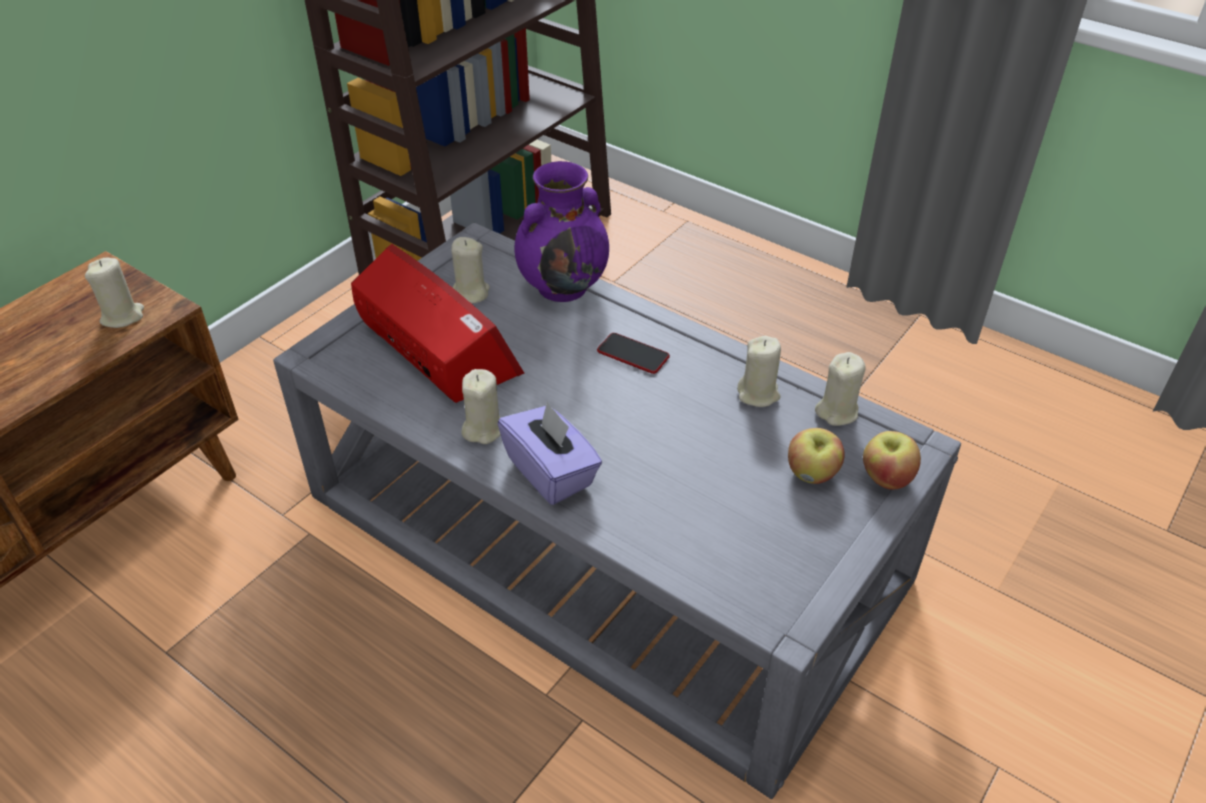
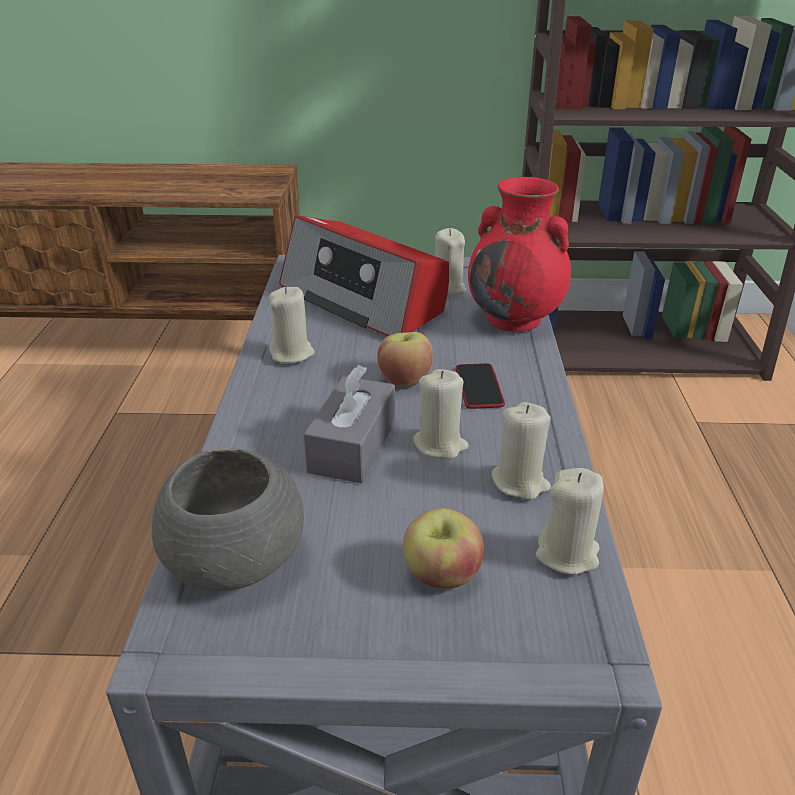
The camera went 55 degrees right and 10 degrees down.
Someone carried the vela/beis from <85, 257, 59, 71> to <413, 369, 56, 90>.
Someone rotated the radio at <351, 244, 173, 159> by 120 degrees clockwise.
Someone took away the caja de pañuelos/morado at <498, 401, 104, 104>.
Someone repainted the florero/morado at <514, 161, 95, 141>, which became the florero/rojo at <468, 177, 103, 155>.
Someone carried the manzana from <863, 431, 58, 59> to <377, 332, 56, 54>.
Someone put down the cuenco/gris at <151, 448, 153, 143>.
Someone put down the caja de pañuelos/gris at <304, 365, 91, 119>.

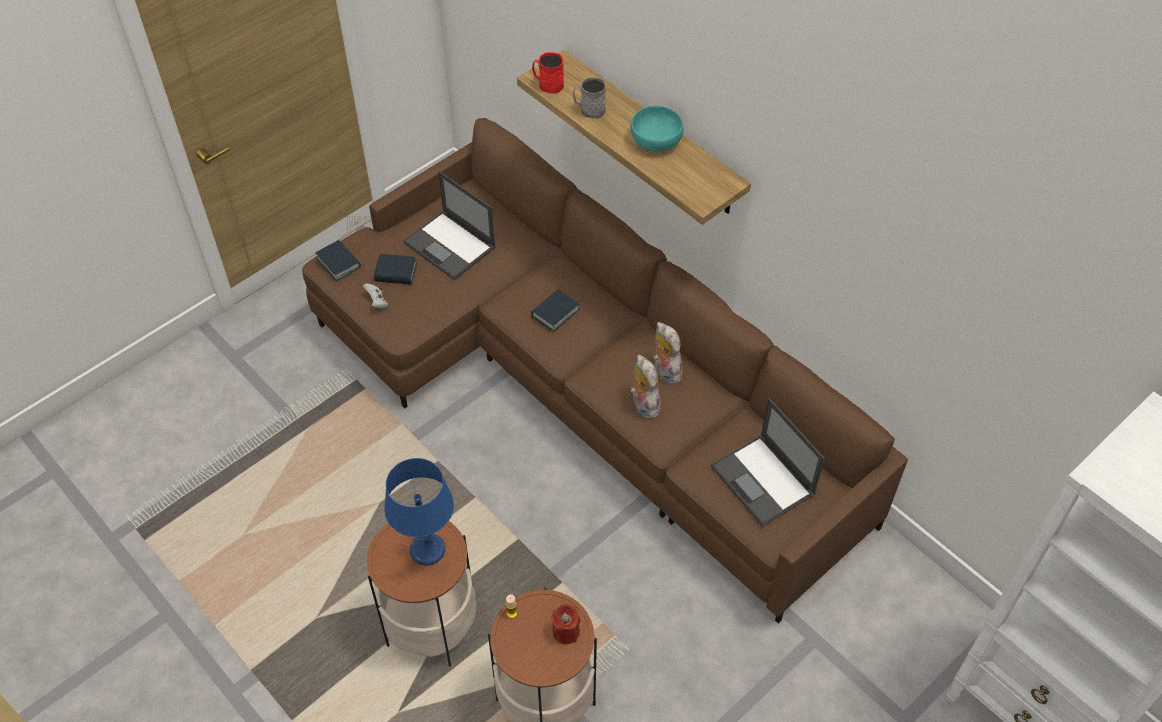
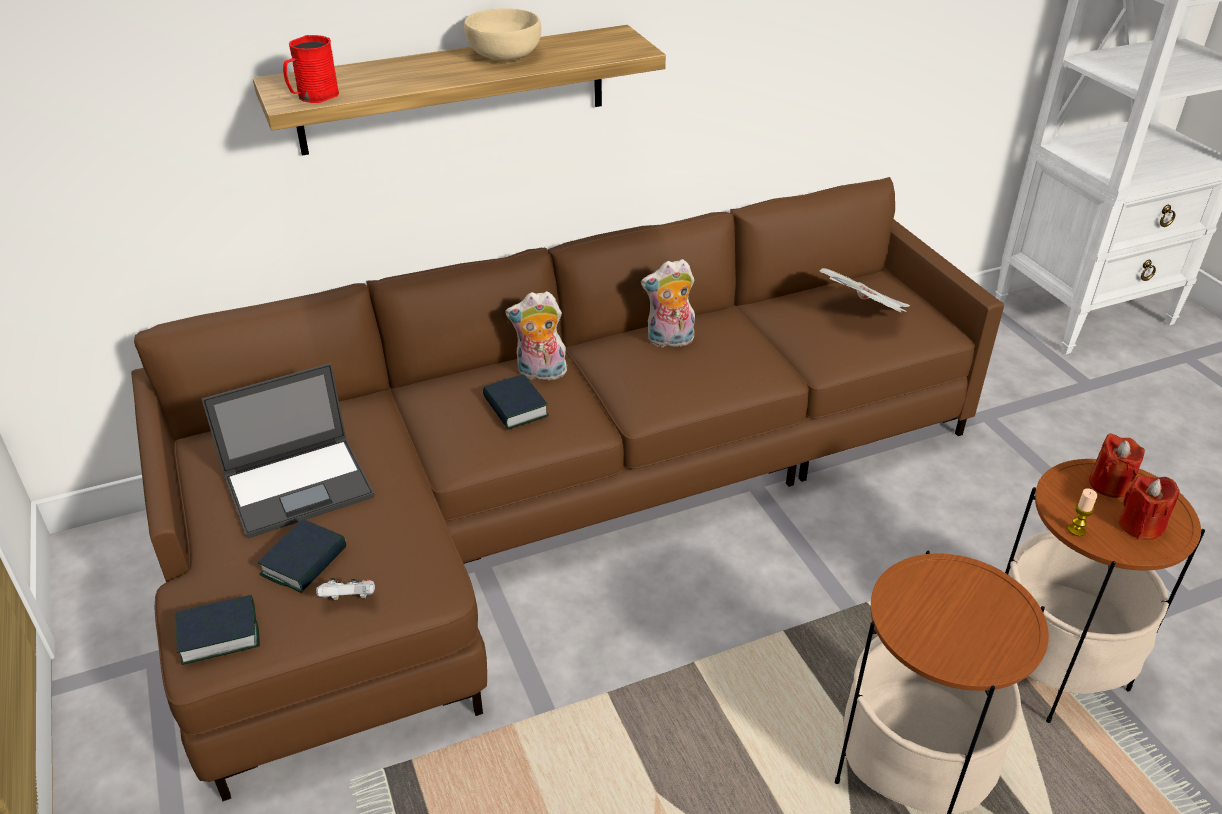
The camera went 70 degrees left and 15 degrees down.
Someone took away the lámpara de mesa/azul at <384, 458, 70, 108>.
Someone took away the taza grande/gris at <573, 77, 33, 42>.
Someone carried the peluche from <630, 355, 31, 63> to <505, 291, 63, 90>.
Someone repainted the cuenco/turquesa at <631, 106, 53, 46>, which became the cuenco/beis at <464, 8, 77, 52>.
Someone swapped the portátil at <711, 398, 114, 129> for the periódico at <820, 268, 90, 44>.
Someone put down the vela/rojo at <1119, 475, 61, 65>.

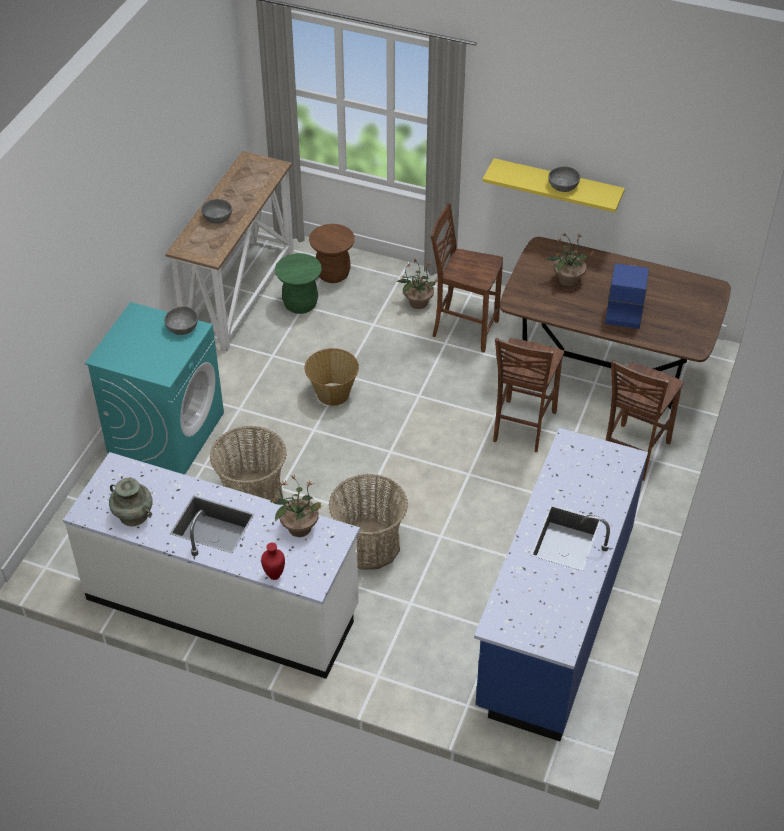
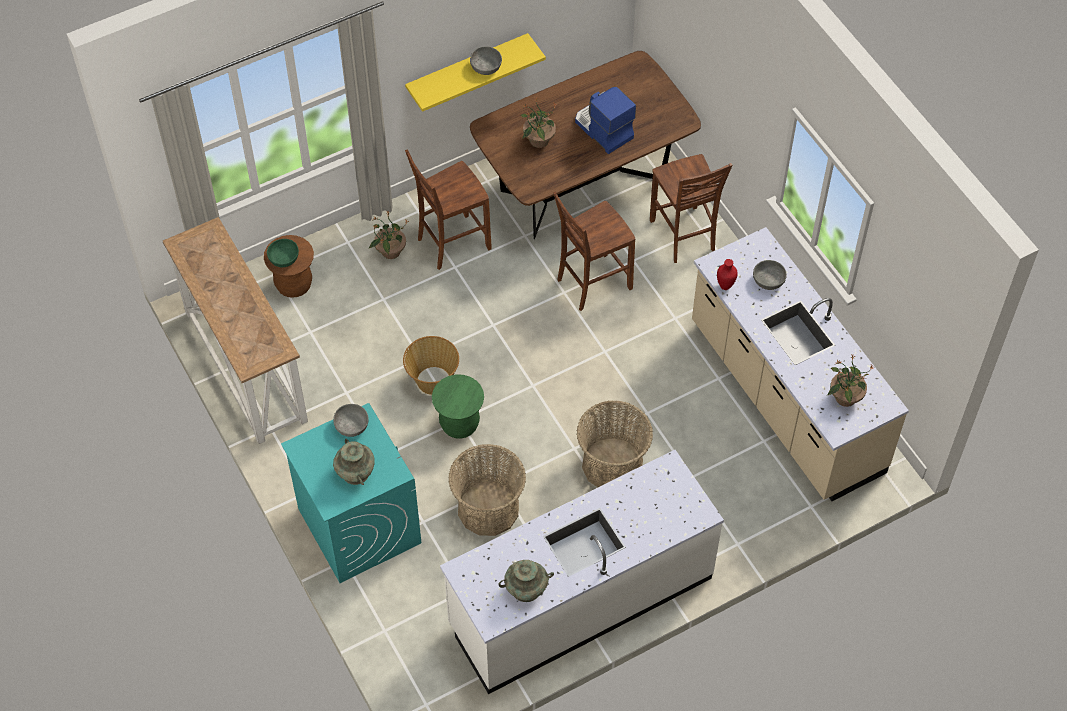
The camera went 50 degrees left and 10 degrees up.
Someone carried the cuenco/gris from <201, 199, 31, 25> to <753, 260, 34, 30>.
Someone carried the florero/rojo from <261, 543, 24, 37> to <717, 259, 21, 31>.
Someone carried the planta en maceta from <270, 475, 52, 62> to <827, 355, 46, 52>.
Someone carried the taburete/verde from <275, 253, 47, 61> to <432, 375, 52, 64>.
Someone repainted the mueble bajo de cocina/azul at <474, 428, 174, 313>, which became the mueble bajo de cocina/beis at <692, 227, 217, 274>.
Someone rotated the silla/marrón at <493, 338, 71, 114> by 90 degrees clockwise.
Someone put down the cuenco/verde at <267, 239, 32, 28>.
Someone put down the florero/turquesa at <333, 439, 42, 46>.

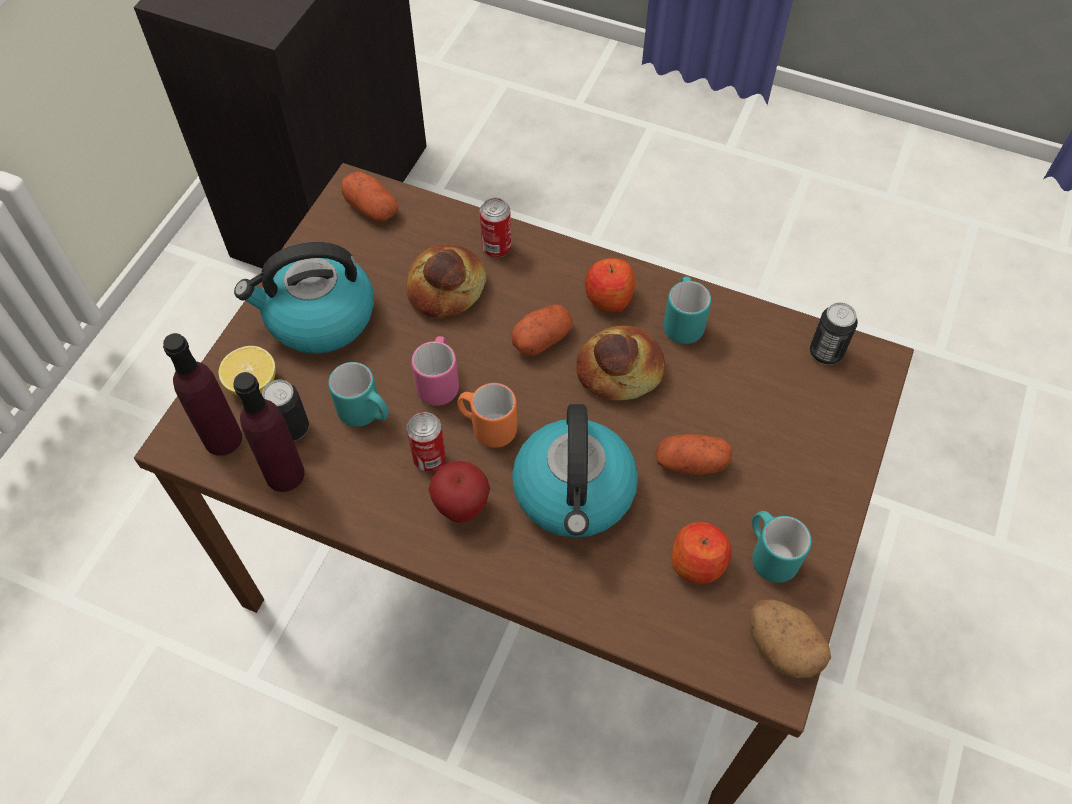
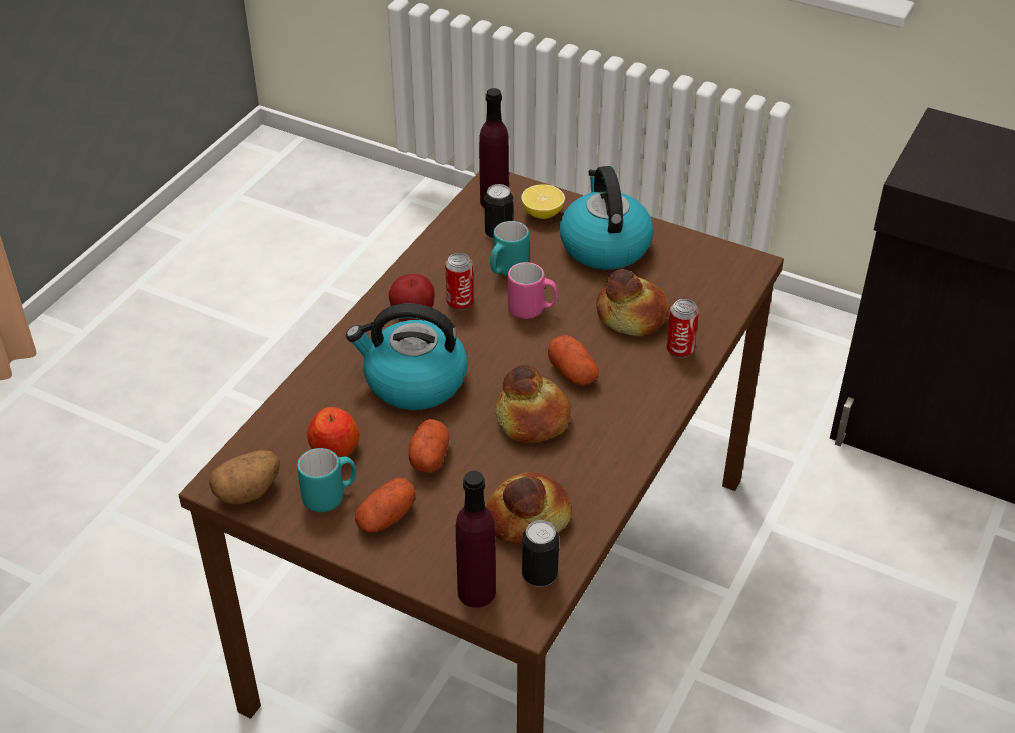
The camera went 95 degrees right and 15 degrees down.
Someone carried the botella/morado from <233, 372, 72, 120> to <456, 471, 40, 137>.
Someone carried the patata from <341, 171, 57, 50> to <355, 478, 61, 55>.
Someone took away the taza grande/naranja at <457, 383, 60, 65>.
Someone took away the manzana at <585, 258, 51, 54>.
Someone took away the taza grande/turquesa at <663, 277, 48, 67>.
Someone put down the pan at <486, 472, 86, 73>.

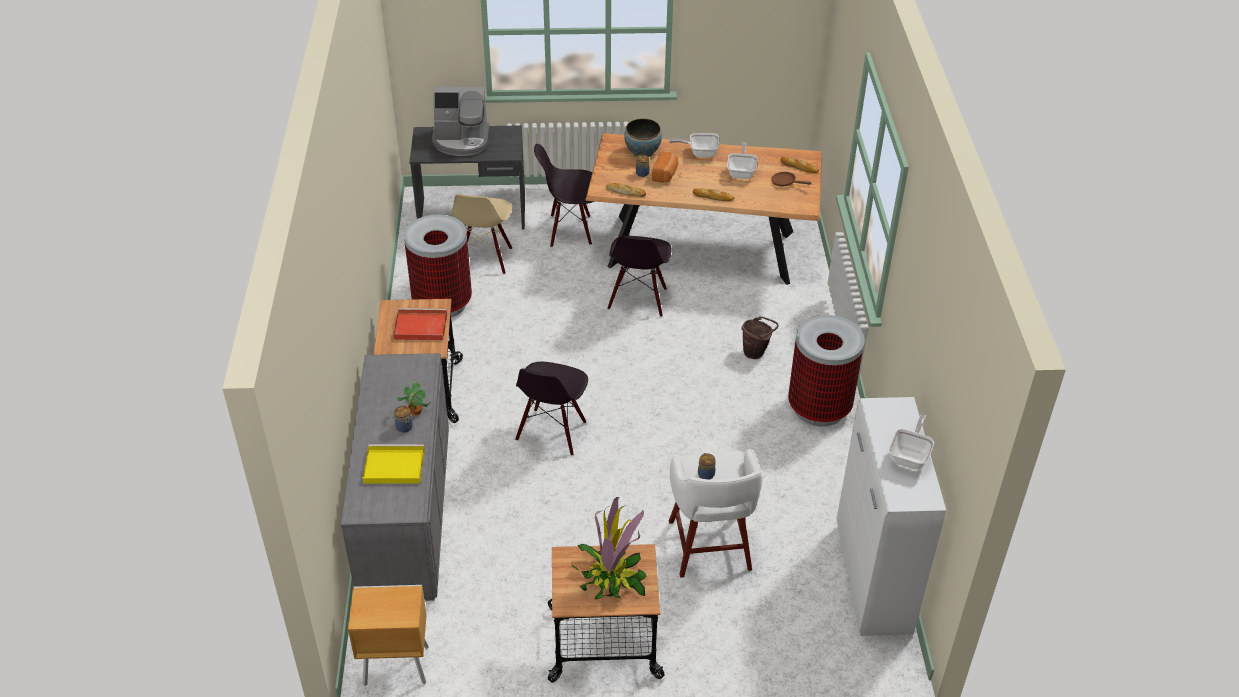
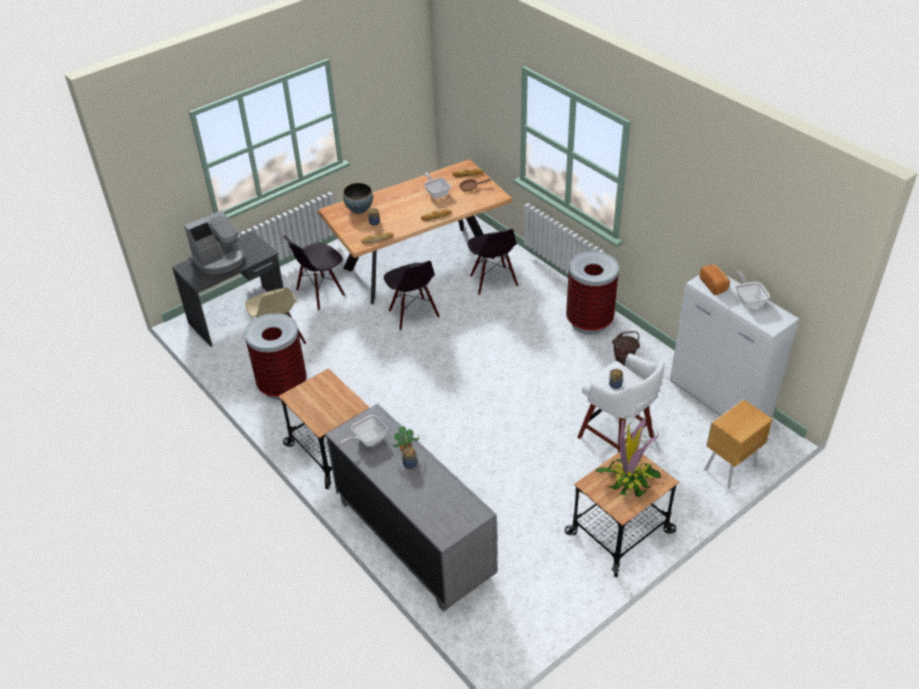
The camera went 35 degrees left and 0 degrees up.
Someone carried the mesita de noche/marrón from <348, 585, 81, 101> to <704, 399, 69, 89>.
Someone took away the bandeja/amarillo at <362, 444, 63, 40>.
Someone took away the bandeja/rojo at <393, 308, 54, 32>.
Someone carried the silla/negro from <515, 362, 73, 94> to <468, 229, 50, 66>.
Someone carried the pan from <652, 151, 26, 31> to <700, 265, 30, 30>.
Someone carried the sartén from <669, 133, 50, 24> to <337, 415, 51, 32>.
Someone carried the cubo/marrón from <742, 316, 37, 43> to <612, 331, 28, 35>.

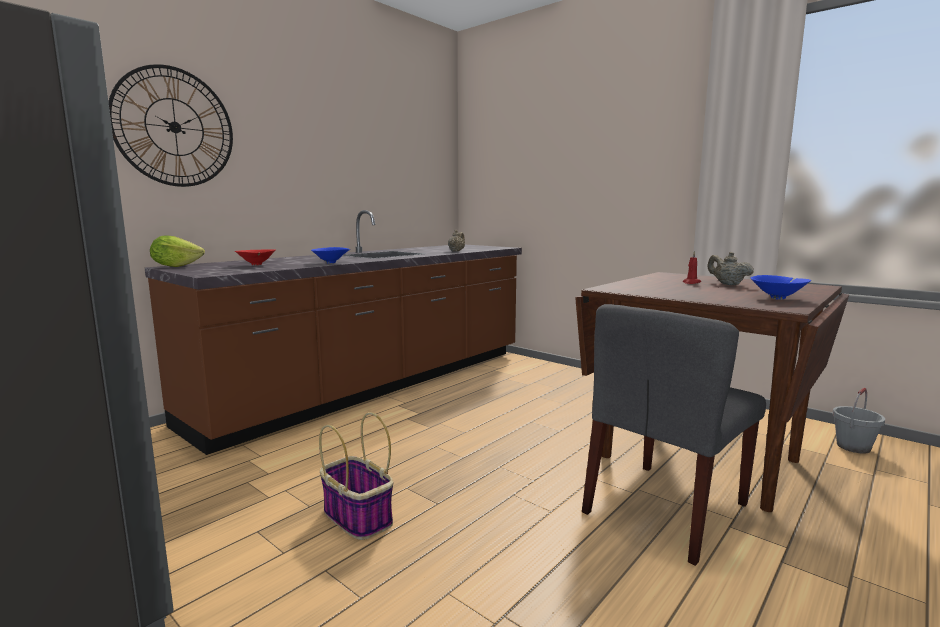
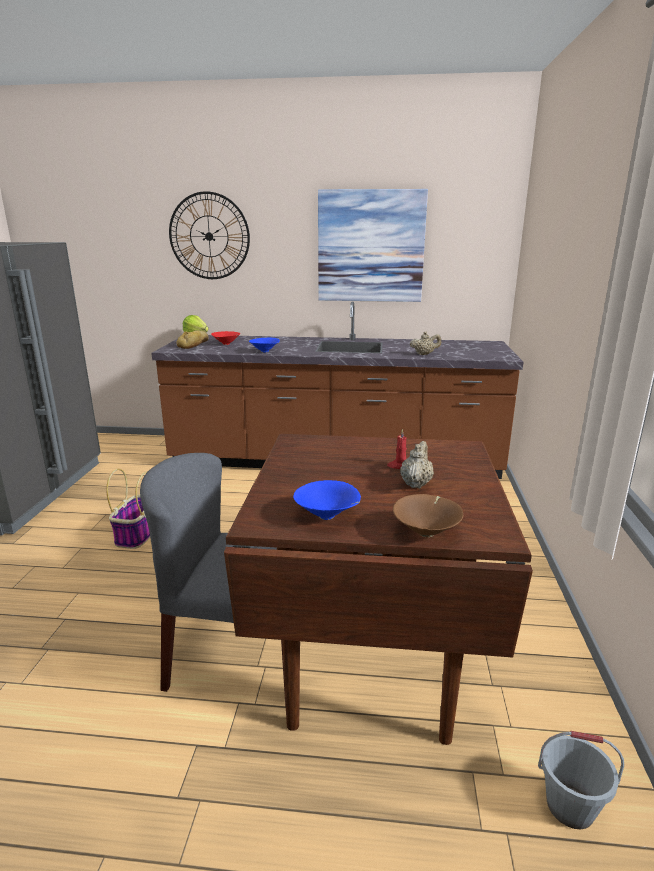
The camera went 55 degrees right and 10 degrees up.
Someone put down the pan at <176, 330, 33, 19>.
Someone put up the cuadro at <318, 189, 110, 113>.
Someone put down the cuenco/marrón at <393, 494, 71, 44>.

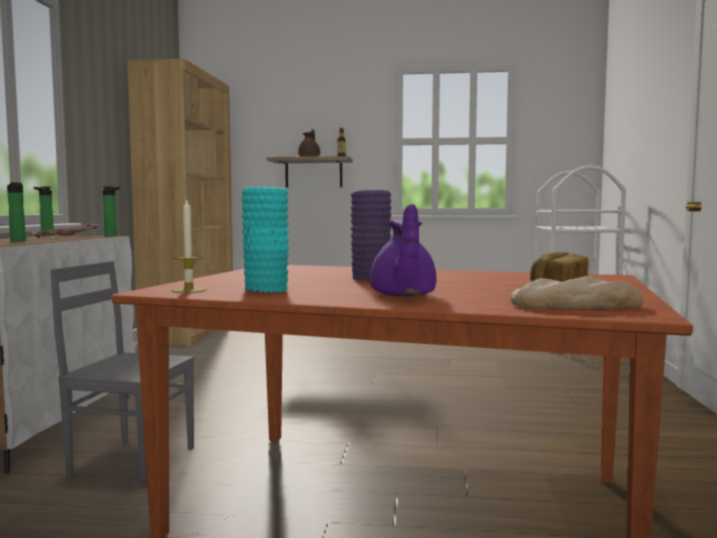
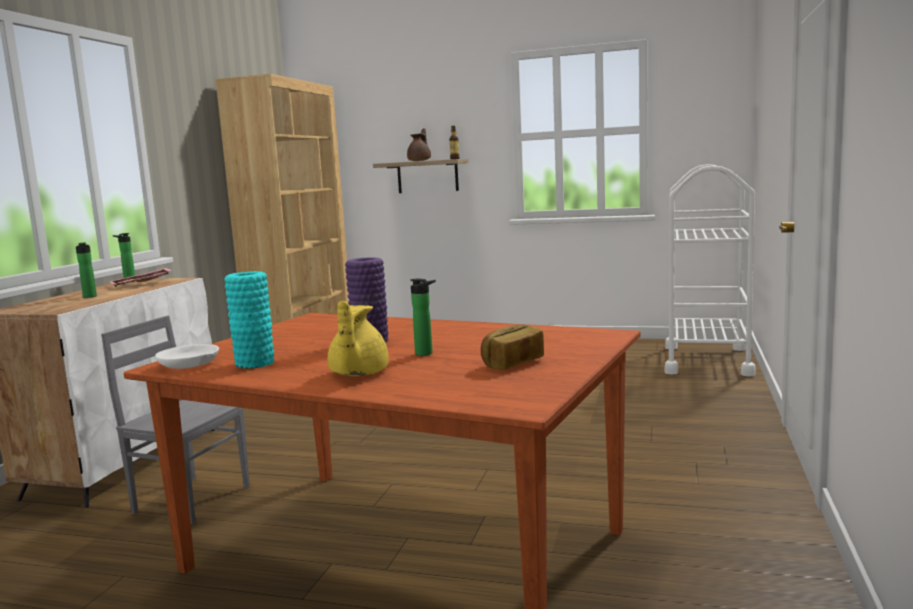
The camera went 10 degrees right and 5 degrees up.
Someone carried the botella from <103, 186, 17, 50> to <410, 279, 26, 77>.
Someone swapped the vela at <171, 198, 36, 95> for the cuenco/blanco at <155, 344, 64, 25>.
Someone repainted the tetera/morado at <370, 204, 67, 92>, which became the tetera/amarillo at <328, 301, 61, 75>.
Someone took away the pan at <510, 276, 133, 33>.

